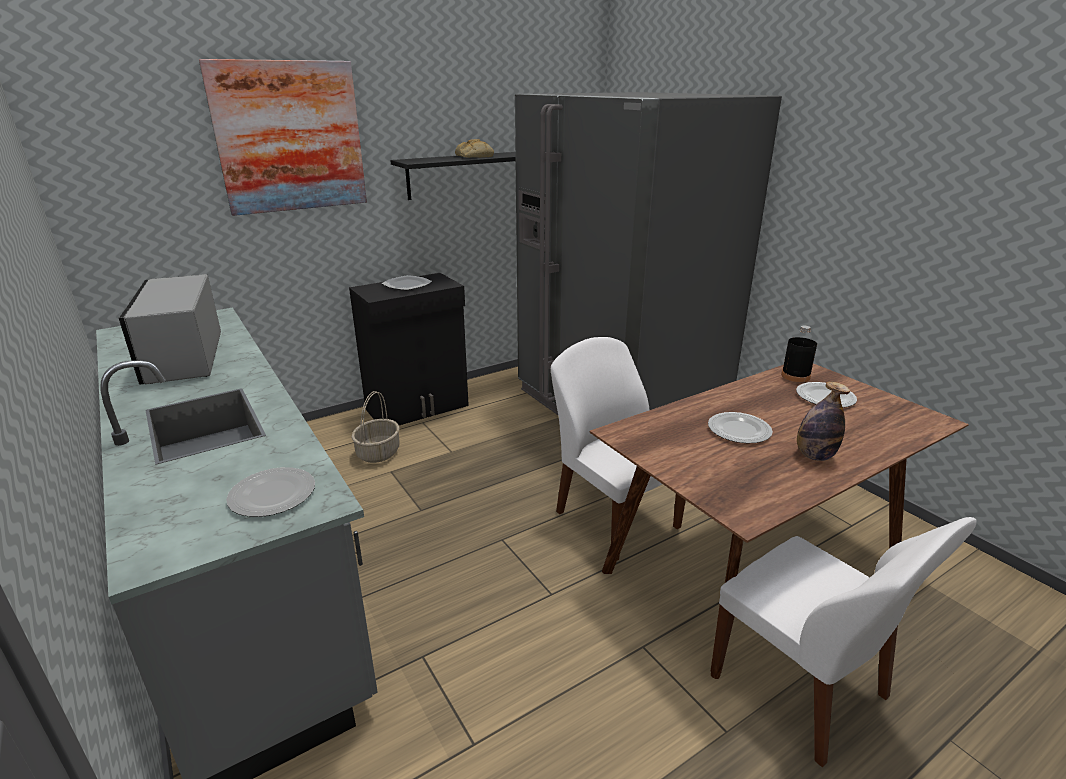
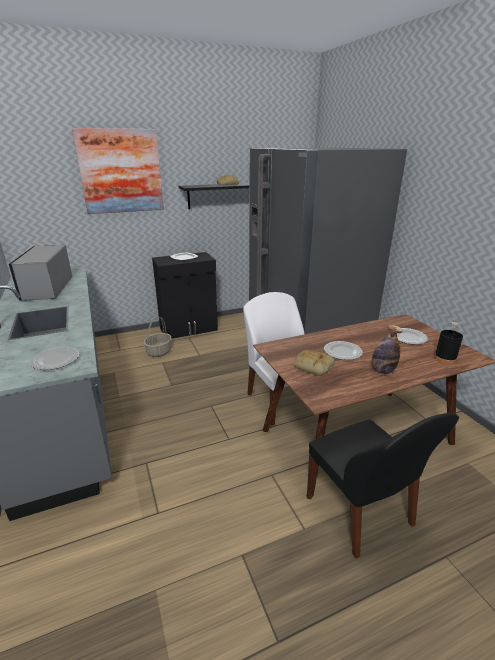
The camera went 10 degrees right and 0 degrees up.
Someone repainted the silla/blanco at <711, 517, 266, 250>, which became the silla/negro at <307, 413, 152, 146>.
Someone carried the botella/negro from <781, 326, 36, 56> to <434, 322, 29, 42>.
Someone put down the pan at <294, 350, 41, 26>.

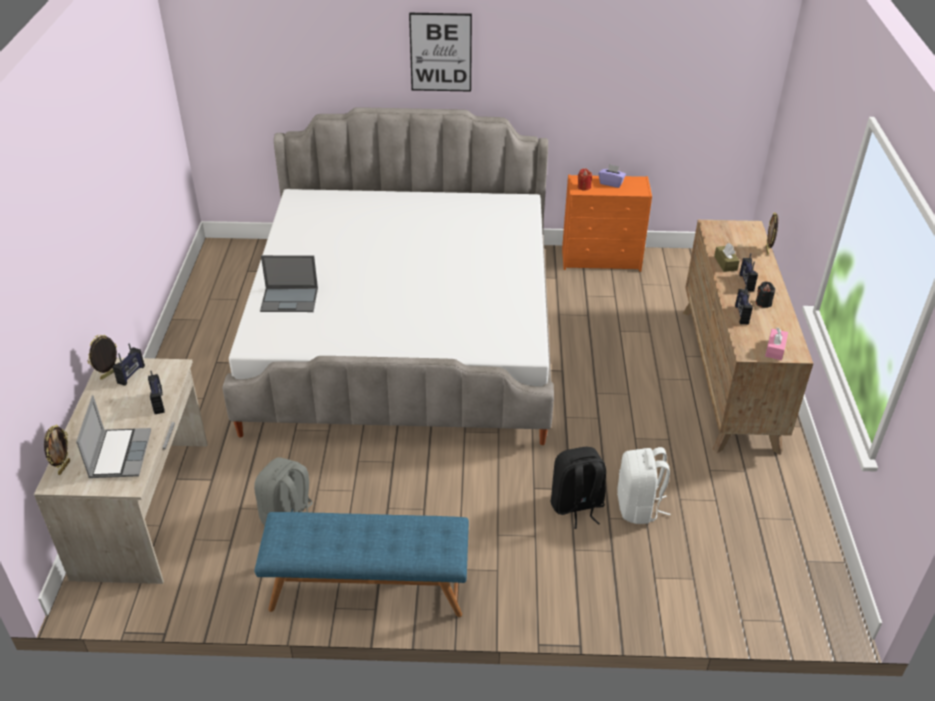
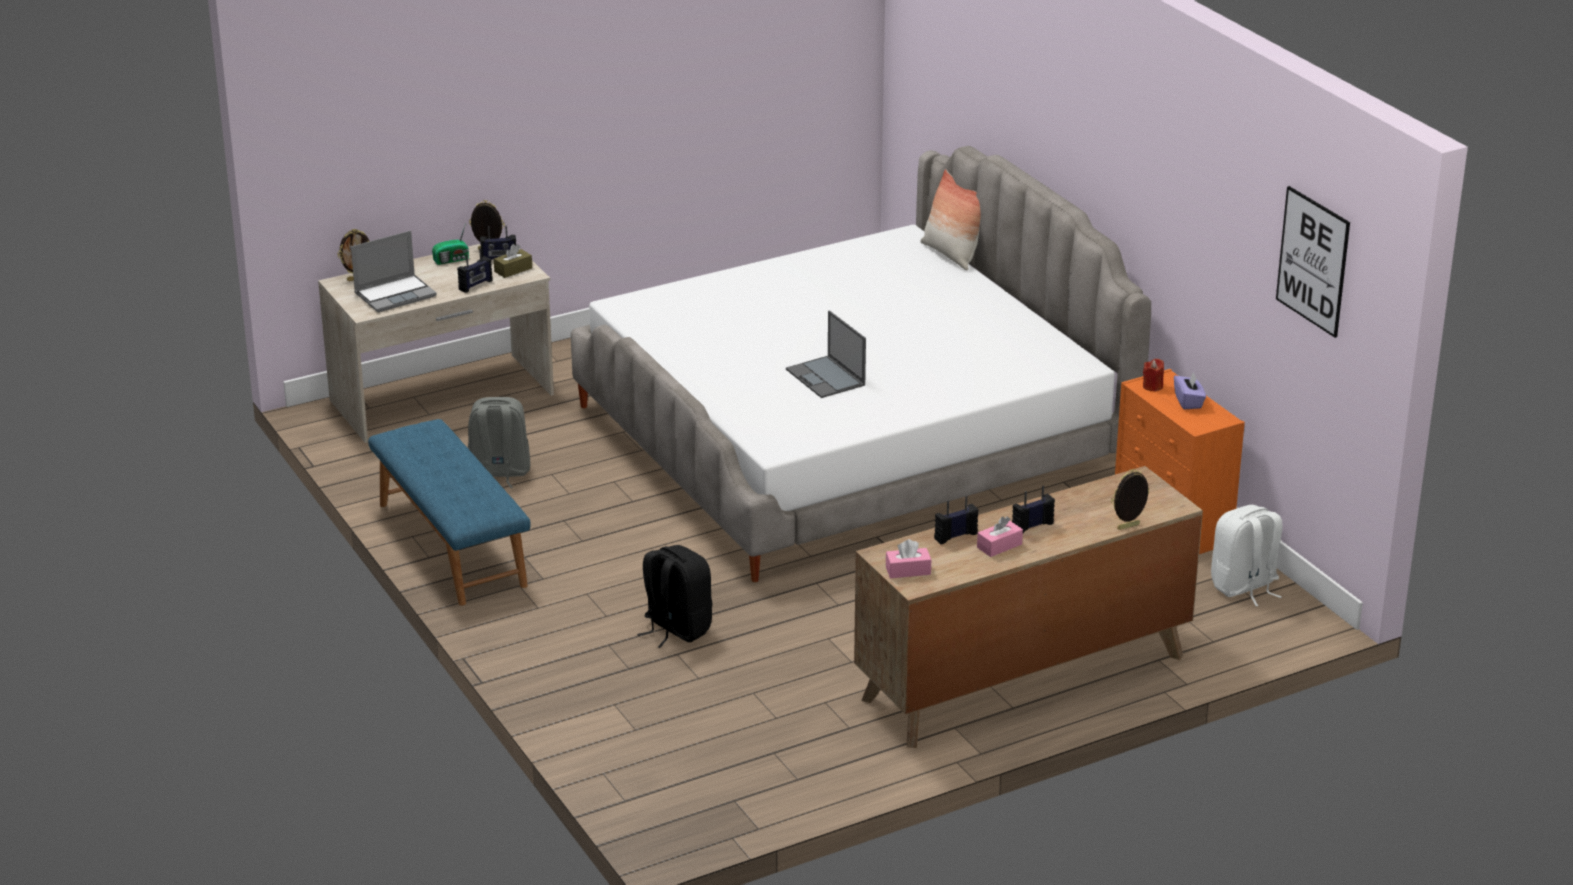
The camera went 60 degrees right and 10 degrees down.
Someone carried the portátil from <260, 255, 58, 57> to <786, 310, 80, 88>.
Someone carried the cuadro from <409, 13, 63, 79> to <1276, 186, 74, 152>.
Someone carried the mochila/blanco from <617, 447, 53, 77> to <1211, 505, 72, 101>.
Someone carried the caja de pañuelos/marrón from <714, 243, 25, 29> to <494, 244, 38, 34>.
Someone swapped the vela/negro at <756, 281, 19, 27> for the caja de pañuelos/rosa at <977, 516, 46, 41>.
Someone put down the radio at <432, 224, 37, 41>.
Someone put down the cojín at <921, 169, 60, 101>.

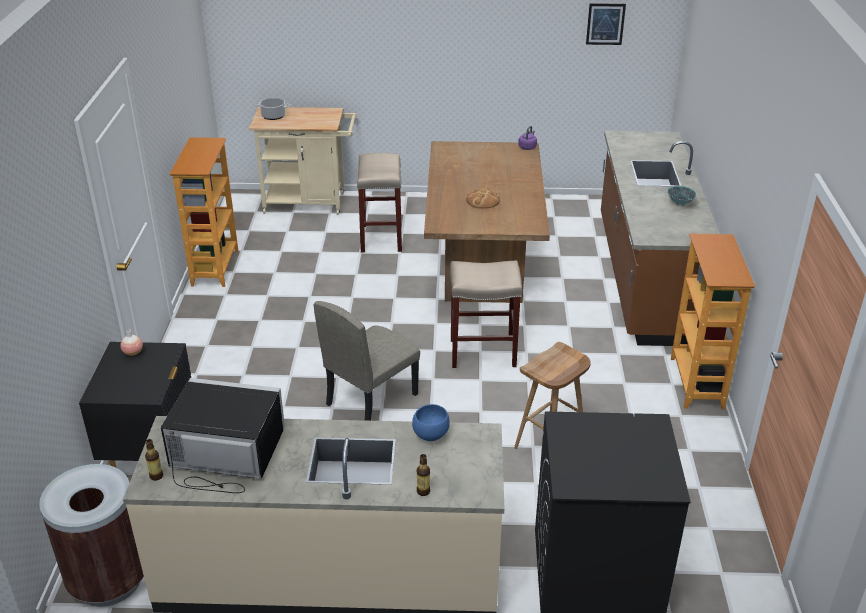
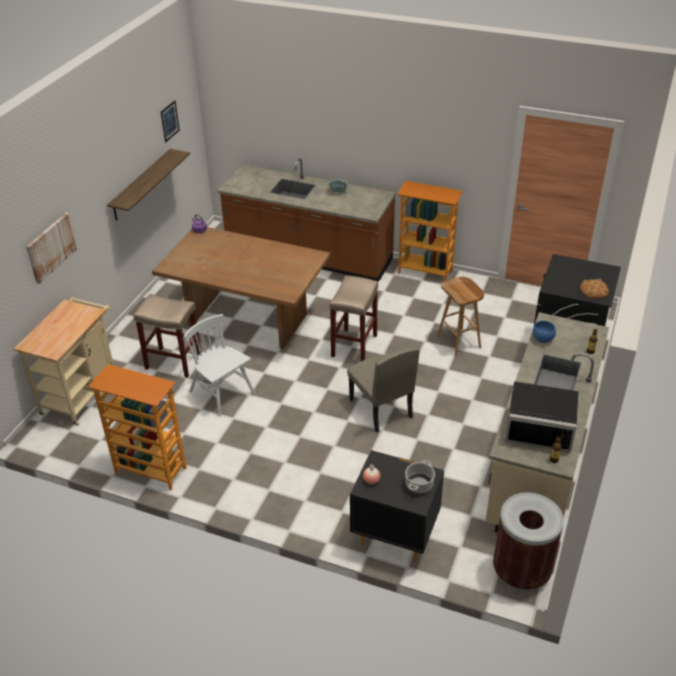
The camera went 70 degrees left and 5 degrees up.
Someone rotated the microondas/negro at <161, 378, 124, 115> by 105 degrees counterclockwise.
Someone carried the olla from <254, 97, 37, 23> to <405, 460, 30, 34>.
Someone carried the pan from <466, 187, 34, 22> to <580, 279, 29, 19>.
Someone put up the cuadro at <26, 213, 51, 71>.
Someone put up the estante at <107, 149, 83, 72>.
Someone put down the silla/blanco at <183, 314, 72, 102>.

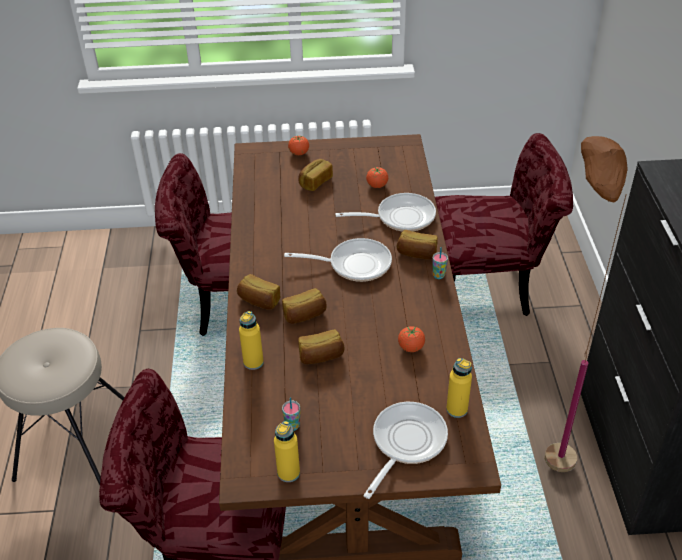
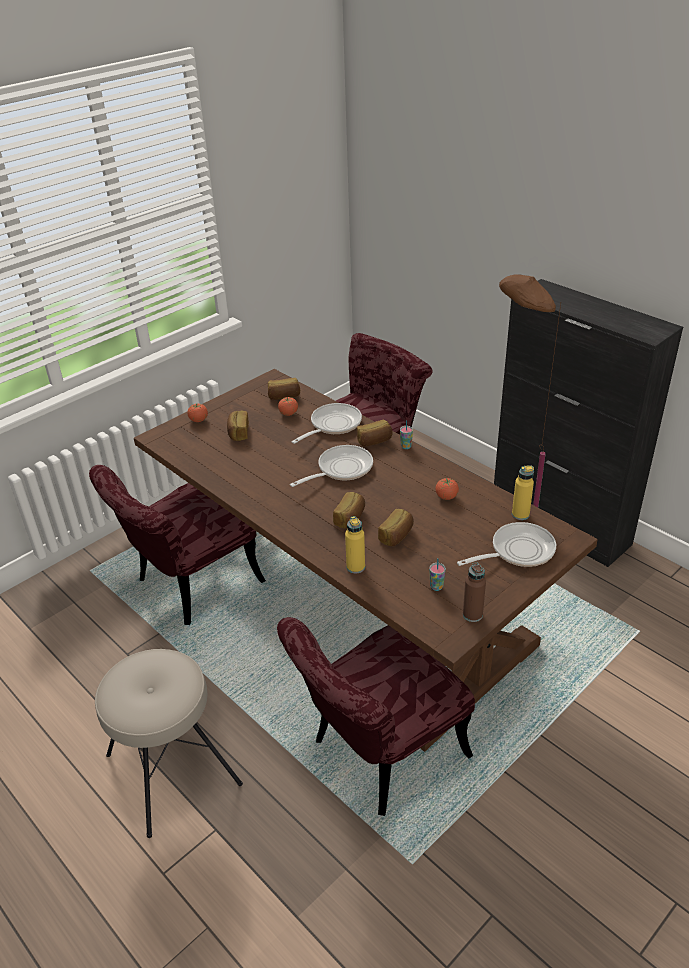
The camera went 40 degrees left and 5 degrees down.
Someone carried the pan from <237, 274, 43, 36> to <268, 378, 32, 22>.
Someone repainted the botella/amarillo at <274, 421, 26, 61>, which became the botella/marrón at <463, 562, 23, 60>.
Someone rotated the sartén at <363, 402, 85, 97> by 75 degrees clockwise.

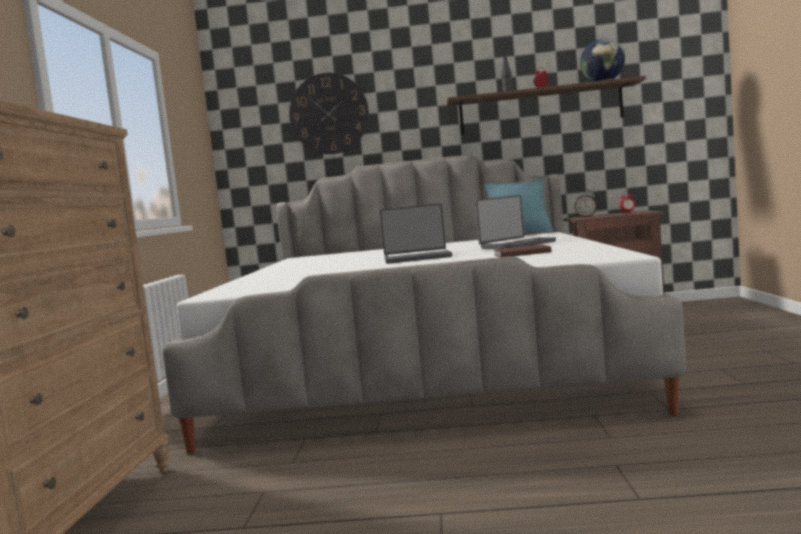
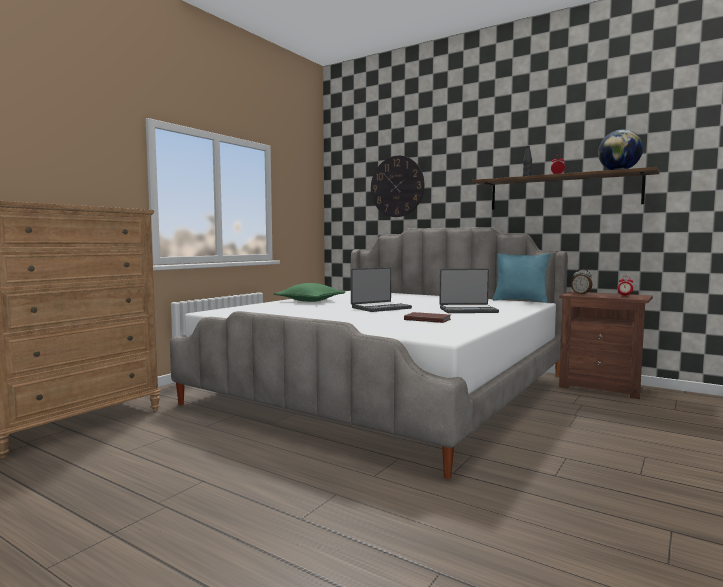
The camera went 30 degrees right and 0 degrees up.
Someone rotated the portátil at <380, 203, 72, 61> by 60 degrees counterclockwise.
Someone put down the cojín/verde at <274, 283, 71, 19>.

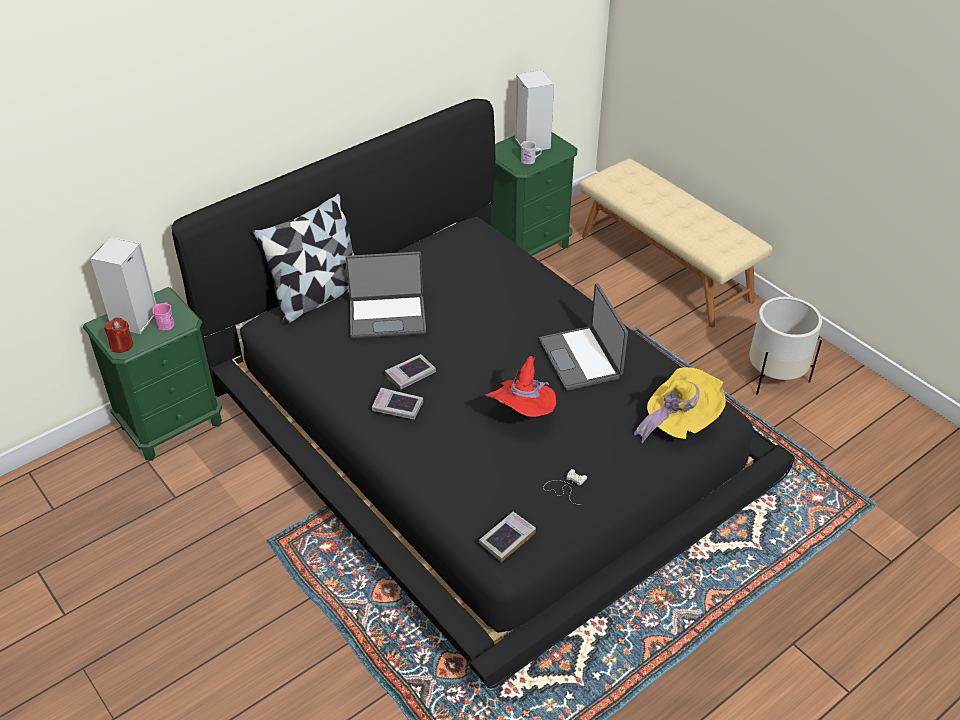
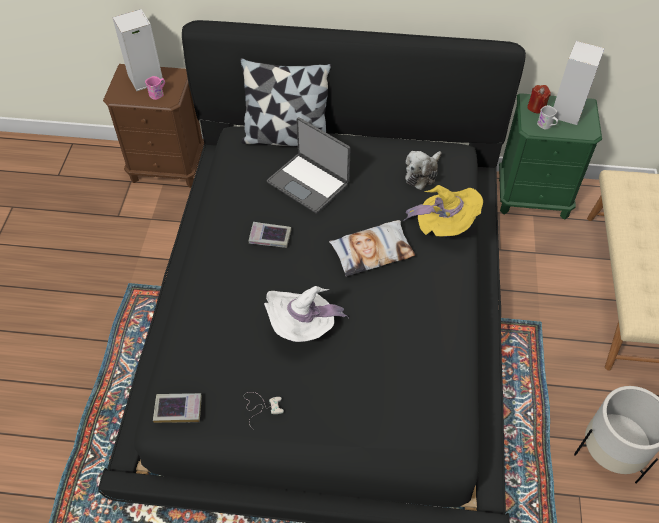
The camera went 45 degrees right and 10 degrees up.
Someone repainted the mesita de noche/verde at <83, 287, 139, 174>, which became the mesita de noche/marrón at <103, 64, 101, 124>.
Someone carried the vela/rojo from <105, 317, 28, 36> to <527, 85, 24, 28>.
Someone took away the libro at <372, 388, 51, 32>.
Someone repainted the sombrero/rojo at <485, 356, 71, 61>, which became the sombrero/blanco at <264, 286, 85, 56>.
Someone took away the portátil at <539, 283, 89, 108>.
Someone carried the sombrero/amarillo from <633, 367, 93, 76> to <403, 185, 80, 52>.
Someone put down the cojín at <329, 220, 86, 57>.
Someone put down the peluche at <405, 151, 37, 39>.

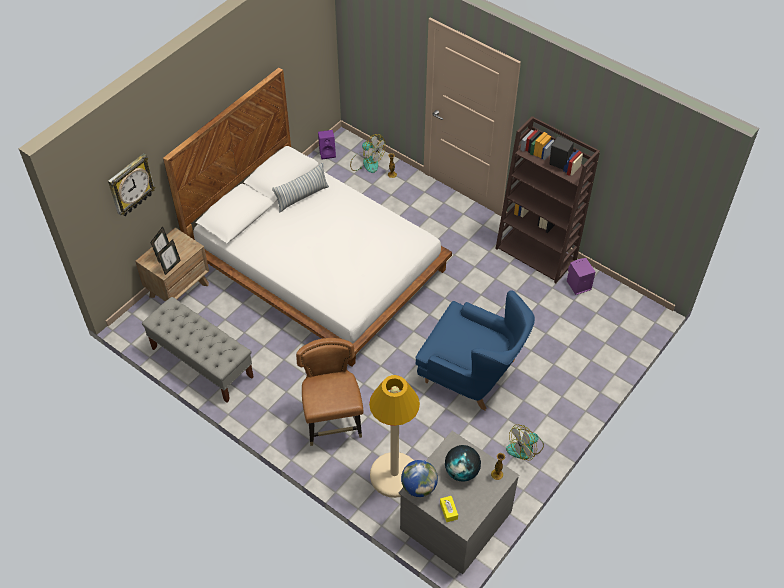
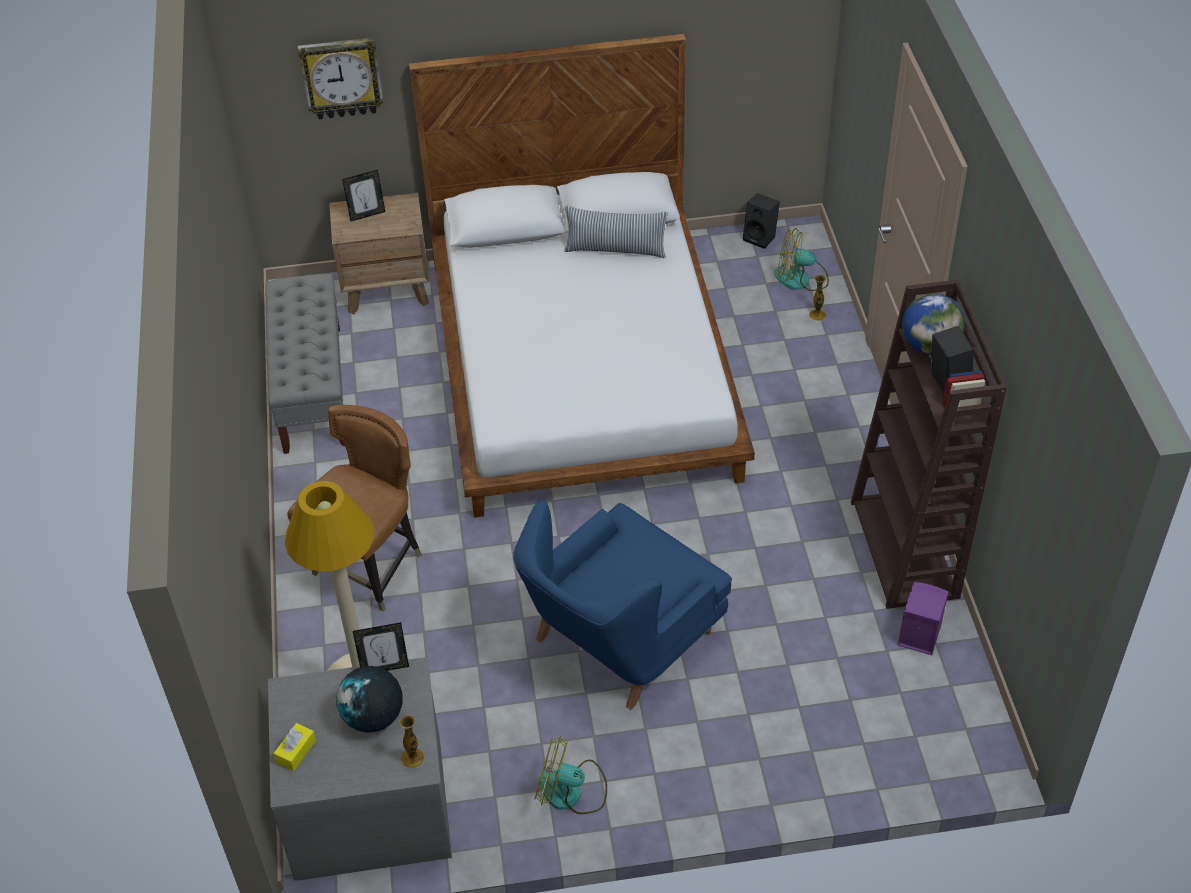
The camera went 45 degrees right and 5 degrees down.
Someone carried the portarretratos from <157, 239, 24, 36> to <353, 622, 56, 49>.
Someone repainted the altavoz/morado at <318, 130, 18, 29>, which became the altavoz/negro at <743, 193, 37, 56>.
Someone rotated the ventilador at <350, 134, 36, 39> by 105 degrees clockwise.
Someone carried the globo terráqueo from <401, 460, 37, 37> to <902, 293, 63, 62>.
Someone rotated the sillón/azul at <416, 291, 119, 119> by 60 degrees clockwise.

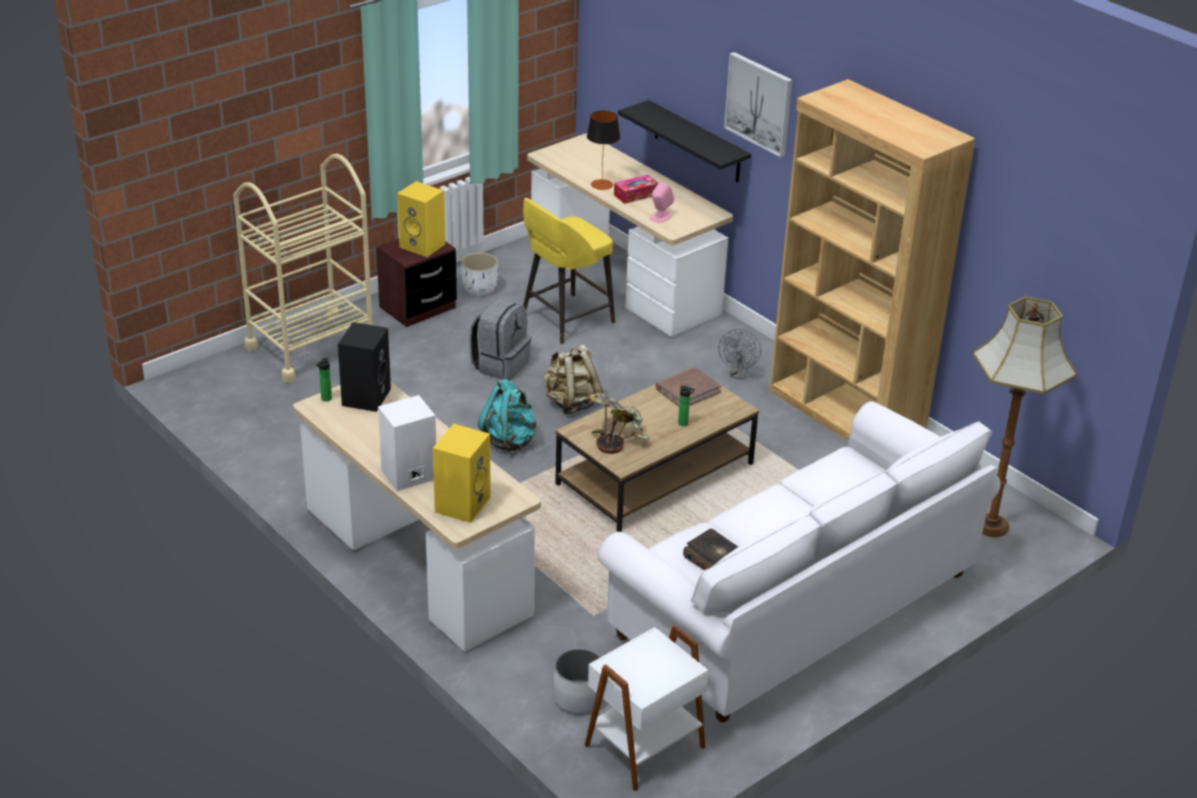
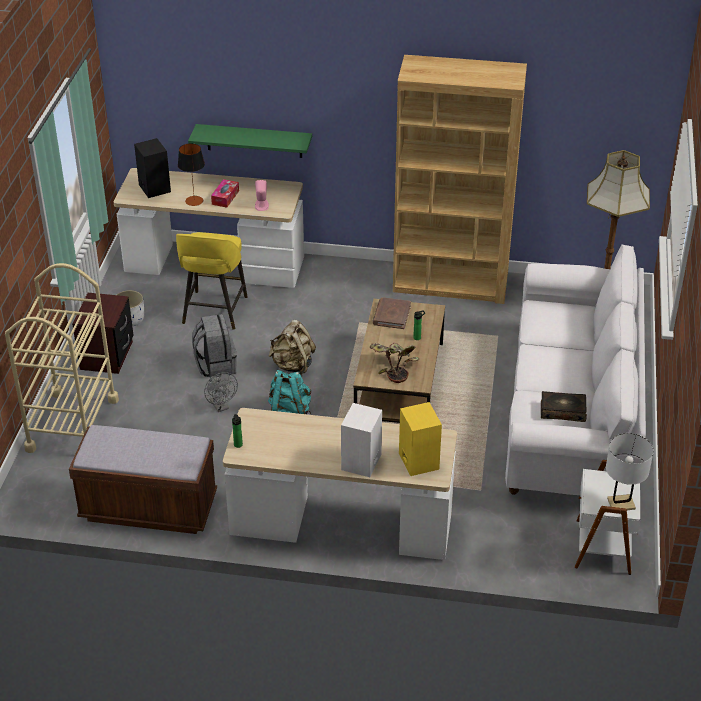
The camera went 40 degrees left and 5 degrees up.
Someone carried the altavoz/negro from <338, 322, 53, 90> to <134, 138, 37, 60>.
Someone took away the altavoz/amarillo at <397, 181, 48, 76>.
Someone took away the maceta/blanco at <553, 648, 50, 66>.
Someone repainted the estante/negro at <618, 100, 133, 82>, which became the estante/verde at <188, 124, 124, 34>.
Someone carried the ventilador/gris from <718, 329, 43, 50> to <204, 372, 34, 40>.
Someone took away the cuadro at <724, 52, 68, 106>.
Someone put down the banco/marrón at <69, 425, 148, 109>.
Someone put down the lámpara de mesa/blanco at <606, 433, 48, 77>.

